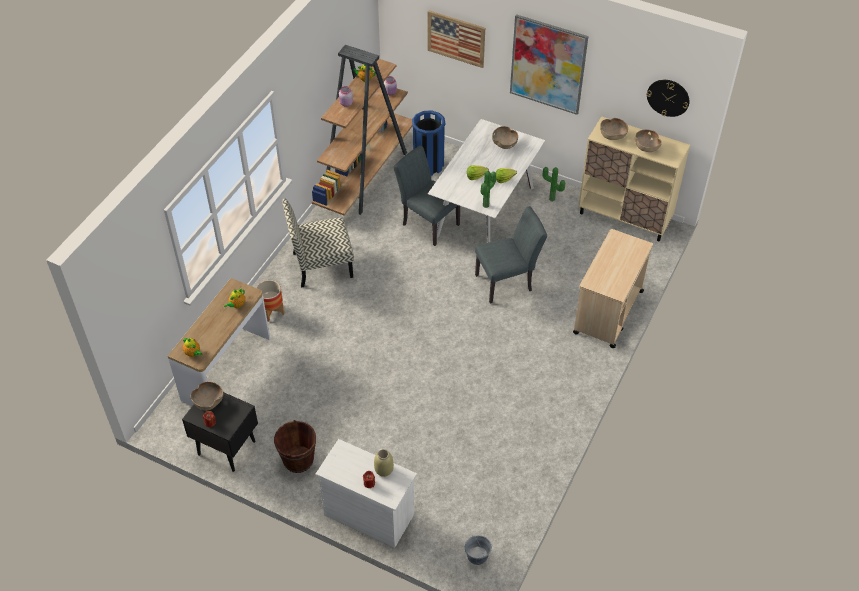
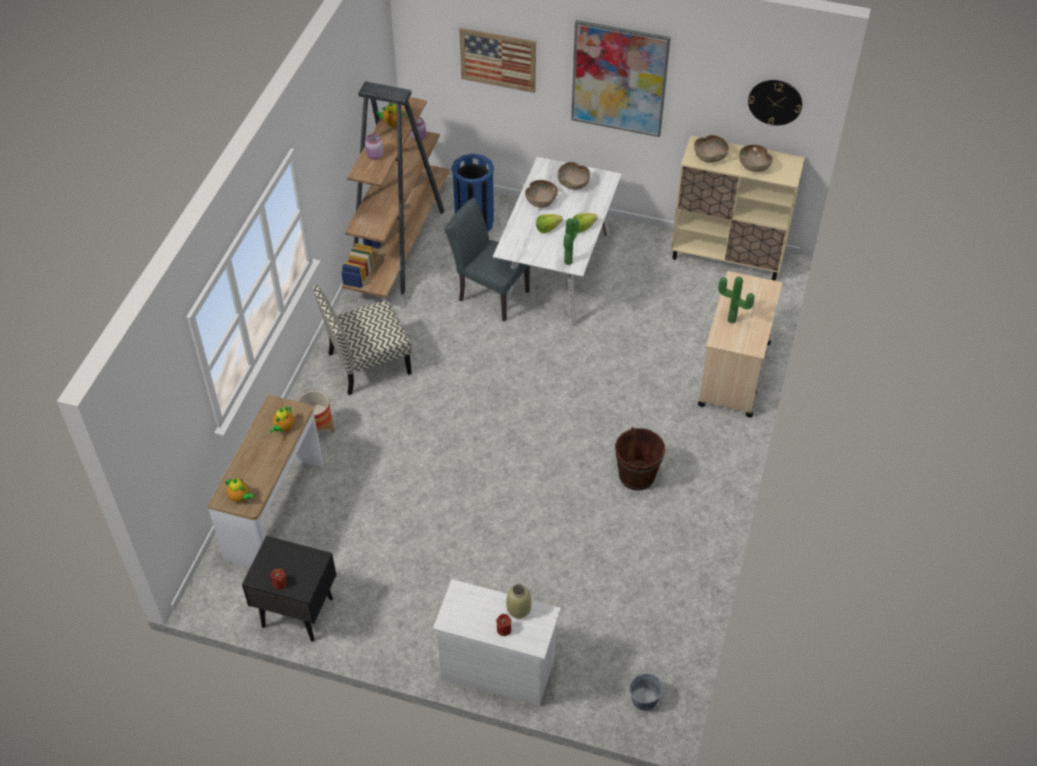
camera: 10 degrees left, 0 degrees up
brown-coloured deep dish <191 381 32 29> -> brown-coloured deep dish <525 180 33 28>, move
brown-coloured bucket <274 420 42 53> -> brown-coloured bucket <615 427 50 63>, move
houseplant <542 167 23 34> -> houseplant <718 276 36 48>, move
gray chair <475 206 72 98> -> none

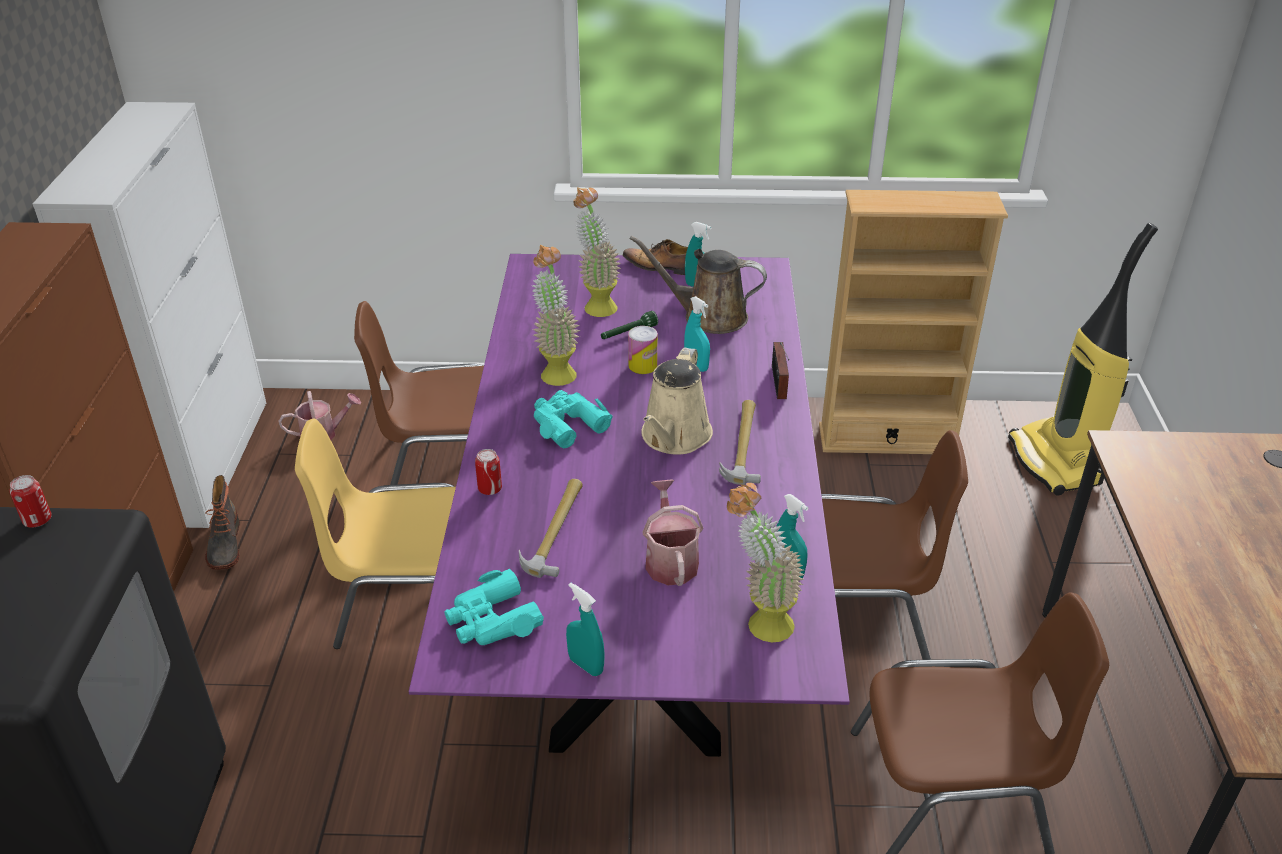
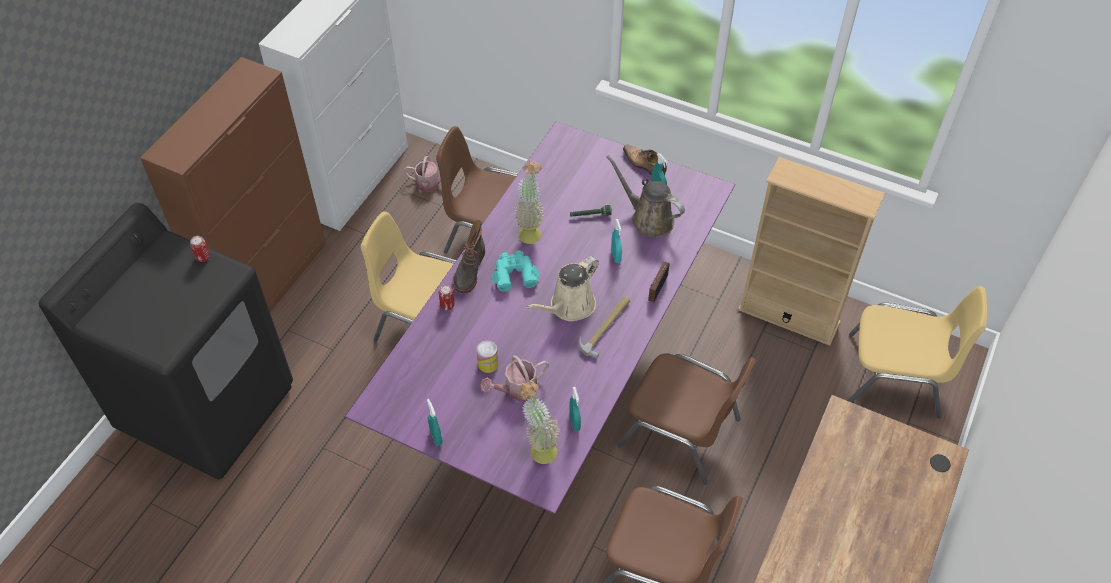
camera: 25 degrees right, 15 degrees up
boot <205 475 35 95> -> boot <453 220 32 73>, move
sealed can <628 326 30 48> -> sealed can <476 340 22 33>, move
sprinkling can <642 480 61 106> -> sprinkling can <480 355 69 46>, 135 degrees counterclockwise
hoover <1008 223 150 273> -> yellow chair <847 286 140 133>
turquoise binoculars <444 569 100 76> -> none
tool hammer <519 479 64 99> -> none
houseplant <573 187 48 130> -> none

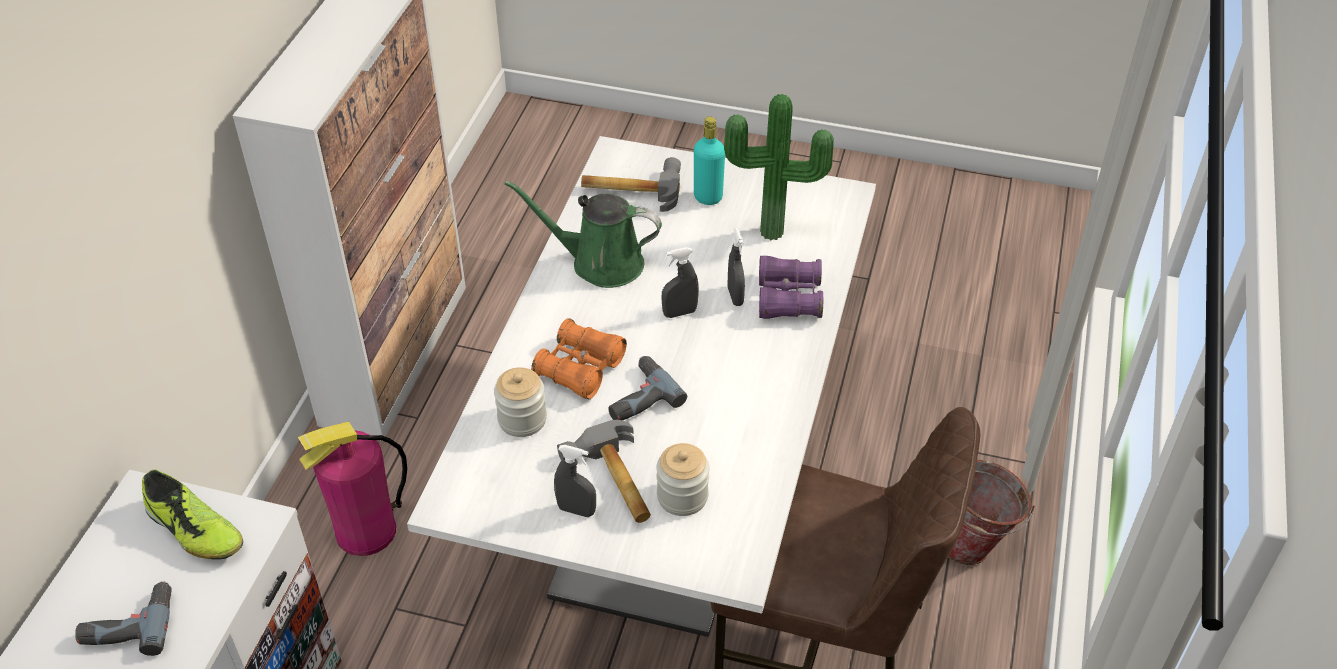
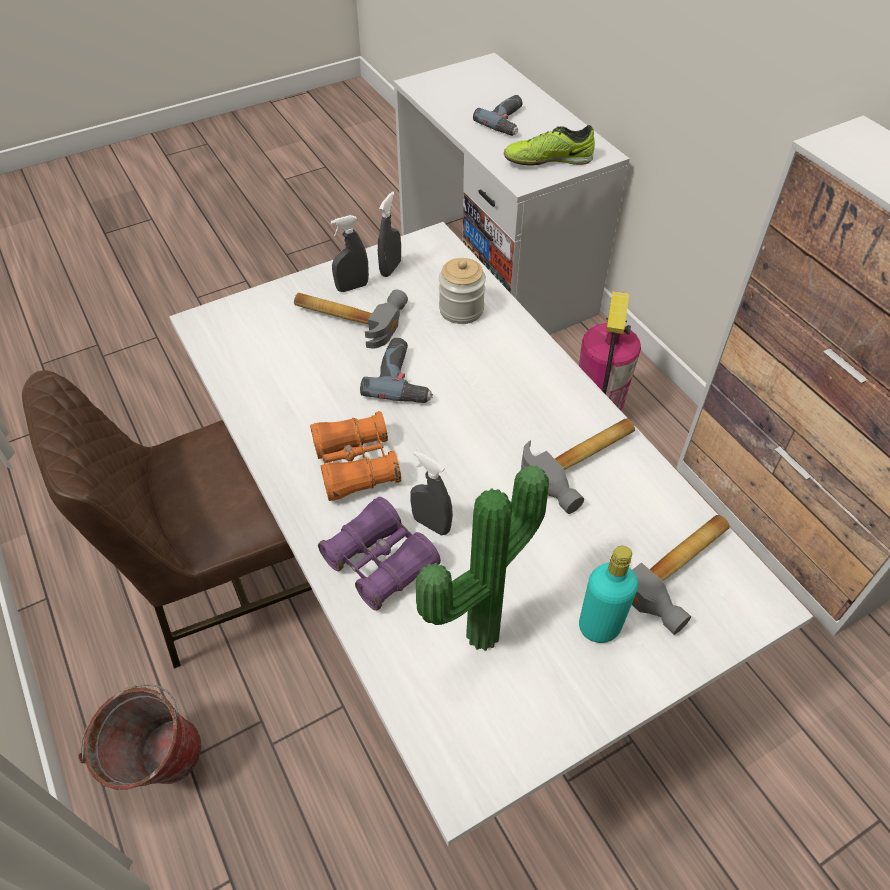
camera: 135 degrees right, 5 degrees up
orange-coloured binoculars <531 318 96 81> -> orange-coloured binoculars <310 411 91 90>, move
gray sprayer <662 247 37 71> -> gray sprayer <378 191 23 86>, move
greenish sprinkling can <505 180 157 108> -> tool hammer <521 418 114 96>
storage jar <656 443 53 73> -> none

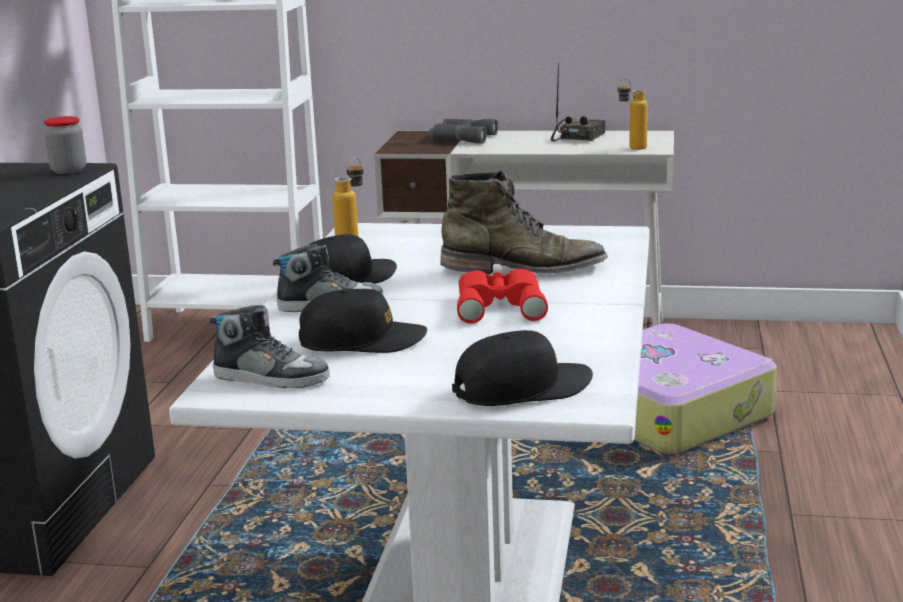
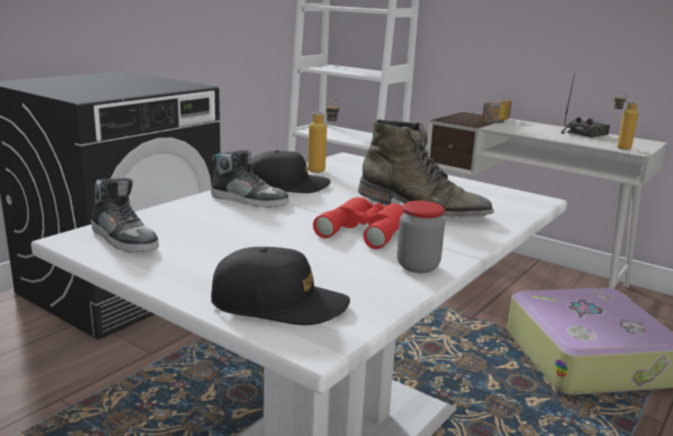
camera: 25 degrees right, 0 degrees up
storage jar <44 116 42 58> -> storage jar <397 201 48 72>, move
gray binoculars <429 119 69 24> -> radio receiver <482 100 30 23>
black-coloured peaked cap <299 289 128 64> -> none

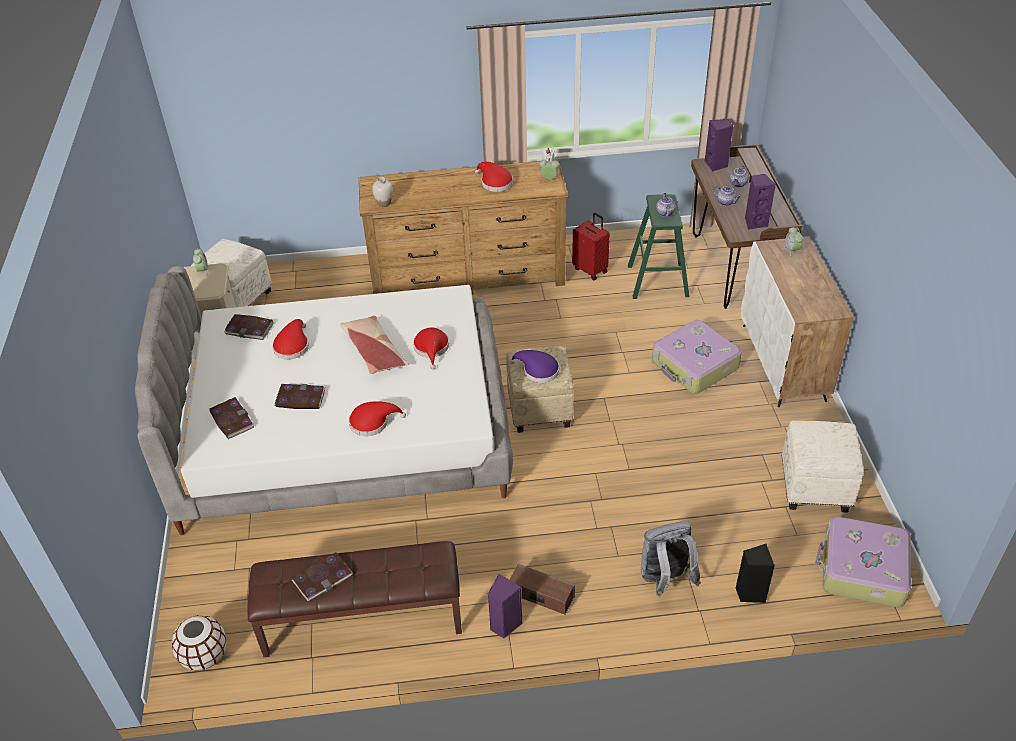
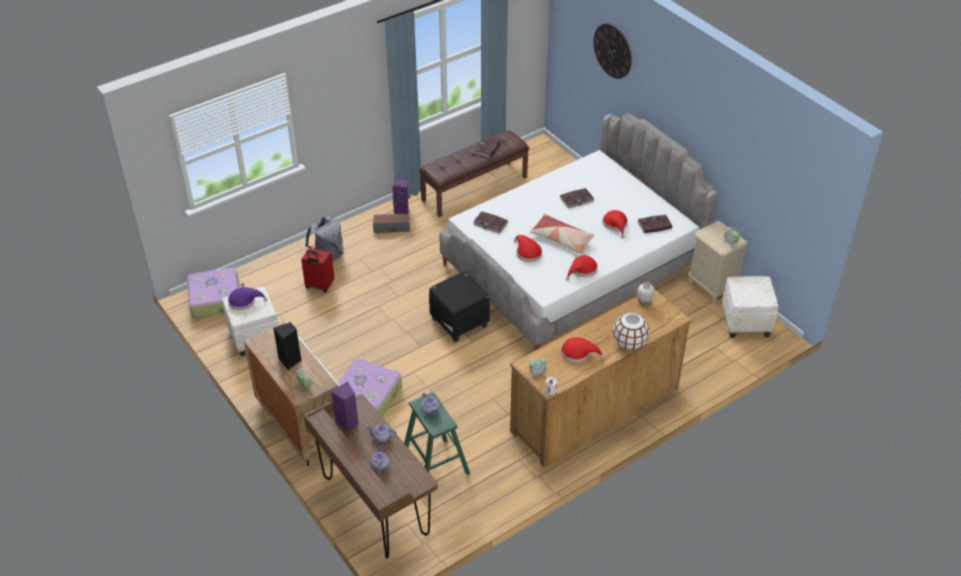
camera: 150 degrees right, 0 degrees up
purple hat <509 350 50 33> -> purple hat <228 287 40 23>, move
black-coloured loudspeaker <736 544 39 59> -> black-coloured loudspeaker <273 322 29 48>, move
reddish piece of luggage <572 213 38 68> -> reddish piece of luggage <301 248 33 45>, move
beige ottoman <506 346 68 87> -> black-coloured ottoman <429 272 61 70>
bound book <210 397 44 42> -> bound book <473 211 35 22>, move
reddish hat <349 401 57 35> -> reddish hat <566 255 32 26>, move
none -> clock on the wall <594 23 38 56>
whitish flower vase <172 615 54 55> -> whitish flower vase <613 313 36 37>, move
purple loudspeaker <704 119 29 53> -> none

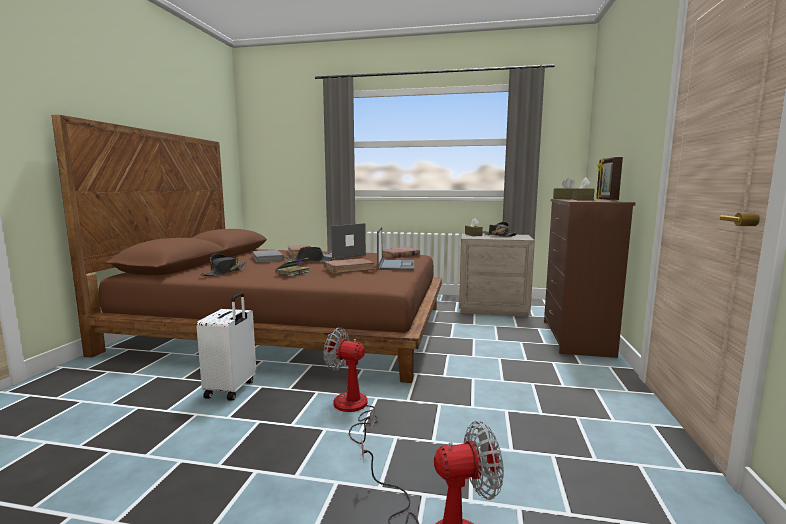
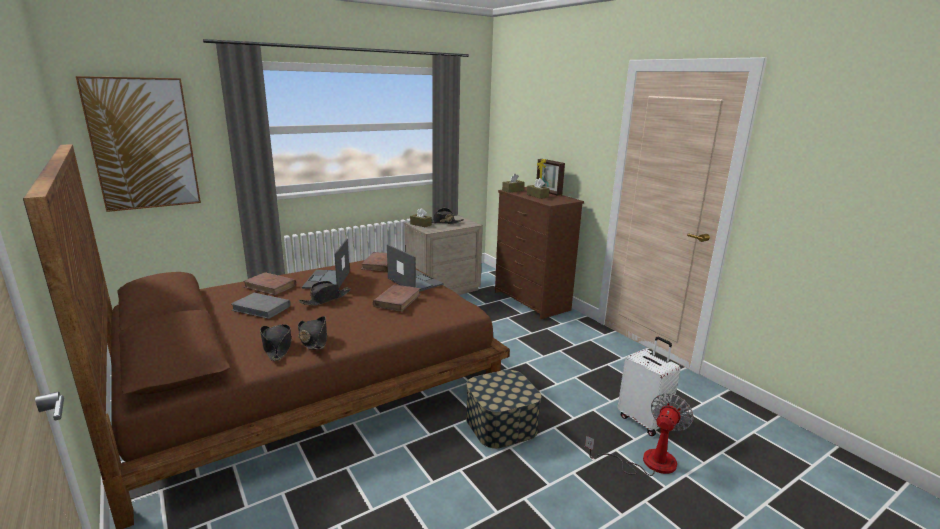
camera: 45 degrees left, 10 degrees up
none -> picture <76 76 125 136>
none -> black-coloured hat <298 316 29 33>
electric fan <324 328 54 116> -> storage container <466 370 75 78>
whitish piece of luggage <196 292 60 109> -> whitish piece of luggage <618 337 62 99>, move
bound book <274 258 36 19> -> none

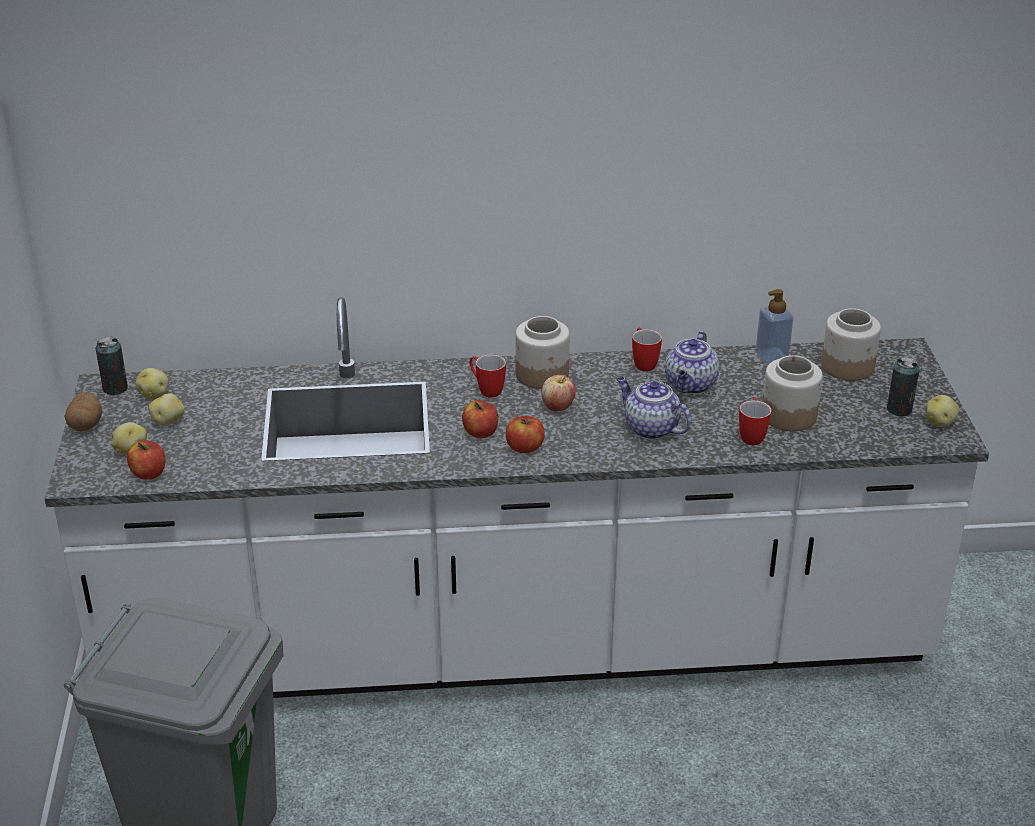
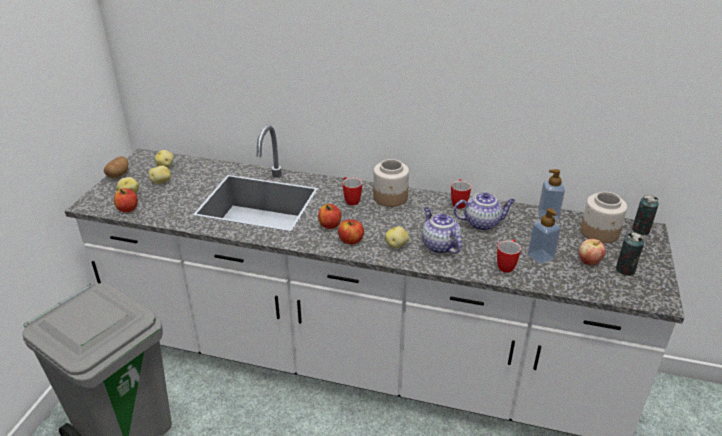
camera: 20 degrees right, 0 degrees up
whole potato <925 395 34 32> -> whole potato <385 226 24 23>, move
pot for tea <665 331 55 63> -> pot for tea <453 193 62 38>, 135 degrees counterclockwise
storage jar <762 355 61 76> -> liquid soap bottle <528 208 33 56>
apple <541 375 35 36> -> apple <579 239 27 26>, move
sealed can <96 336 32 59> -> sealed can <632 195 27 40>, move

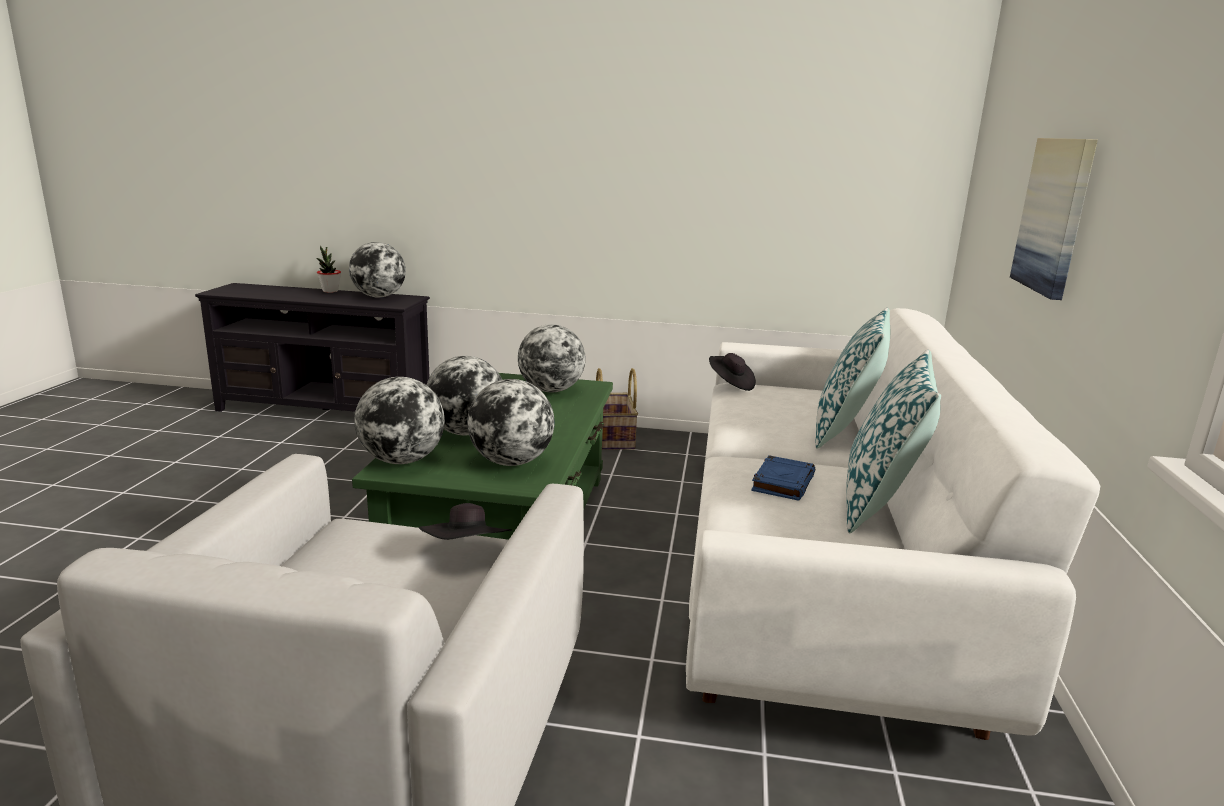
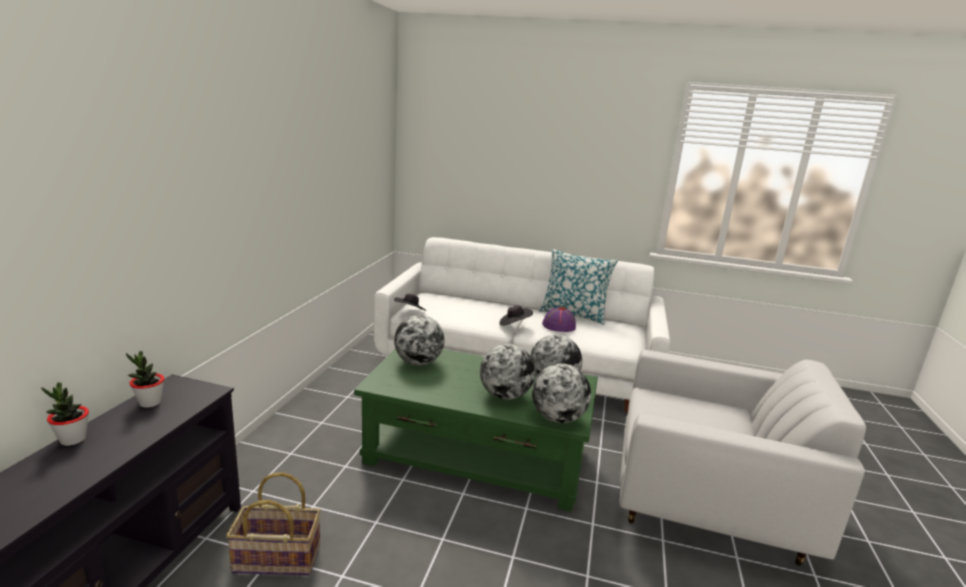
camera: 85 degrees left, 0 degrees up
globe <349 242 57 56> -> houseplant <126 351 38 57>
basket <596 368 42 82> -> basket <226 472 95 104>, move
black-coloured hat <419 503 93 37> -> black-coloured hat <499 305 34 21>, move
blue-coloured bound book <751 455 64 46> -> purple hat <542 307 34 25>
throw pillow <815 308 75 141> -> none
picture <1010 138 88 162> -> none

